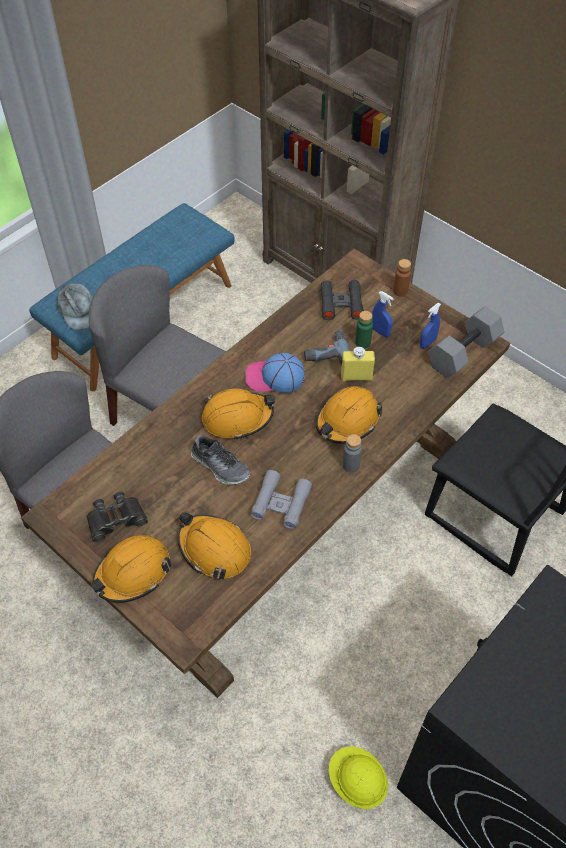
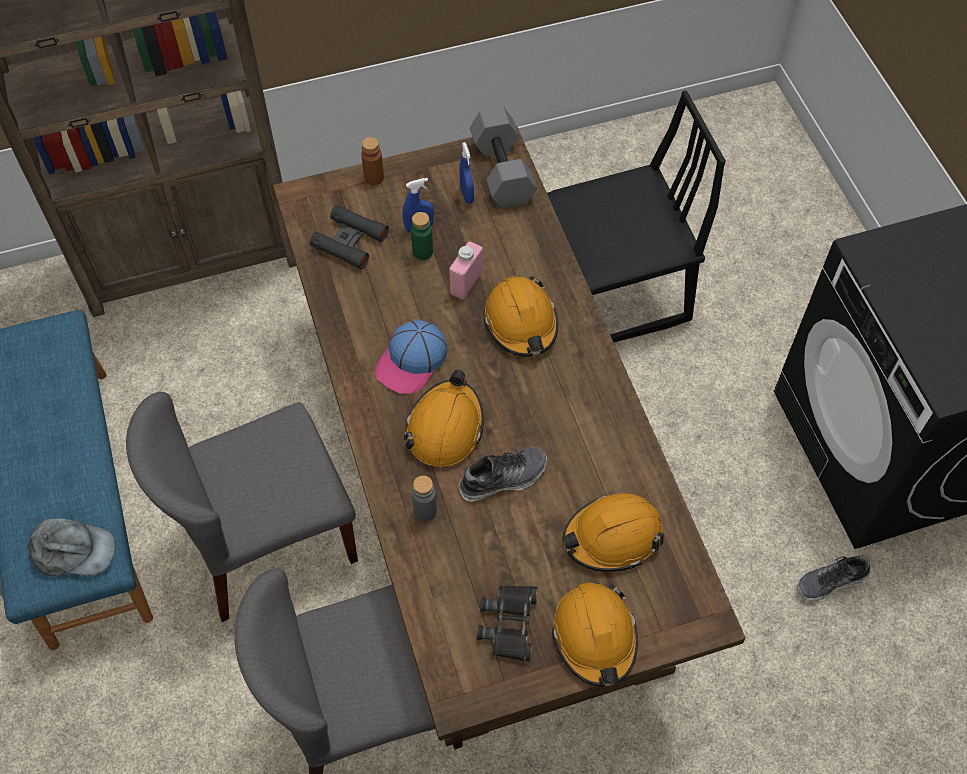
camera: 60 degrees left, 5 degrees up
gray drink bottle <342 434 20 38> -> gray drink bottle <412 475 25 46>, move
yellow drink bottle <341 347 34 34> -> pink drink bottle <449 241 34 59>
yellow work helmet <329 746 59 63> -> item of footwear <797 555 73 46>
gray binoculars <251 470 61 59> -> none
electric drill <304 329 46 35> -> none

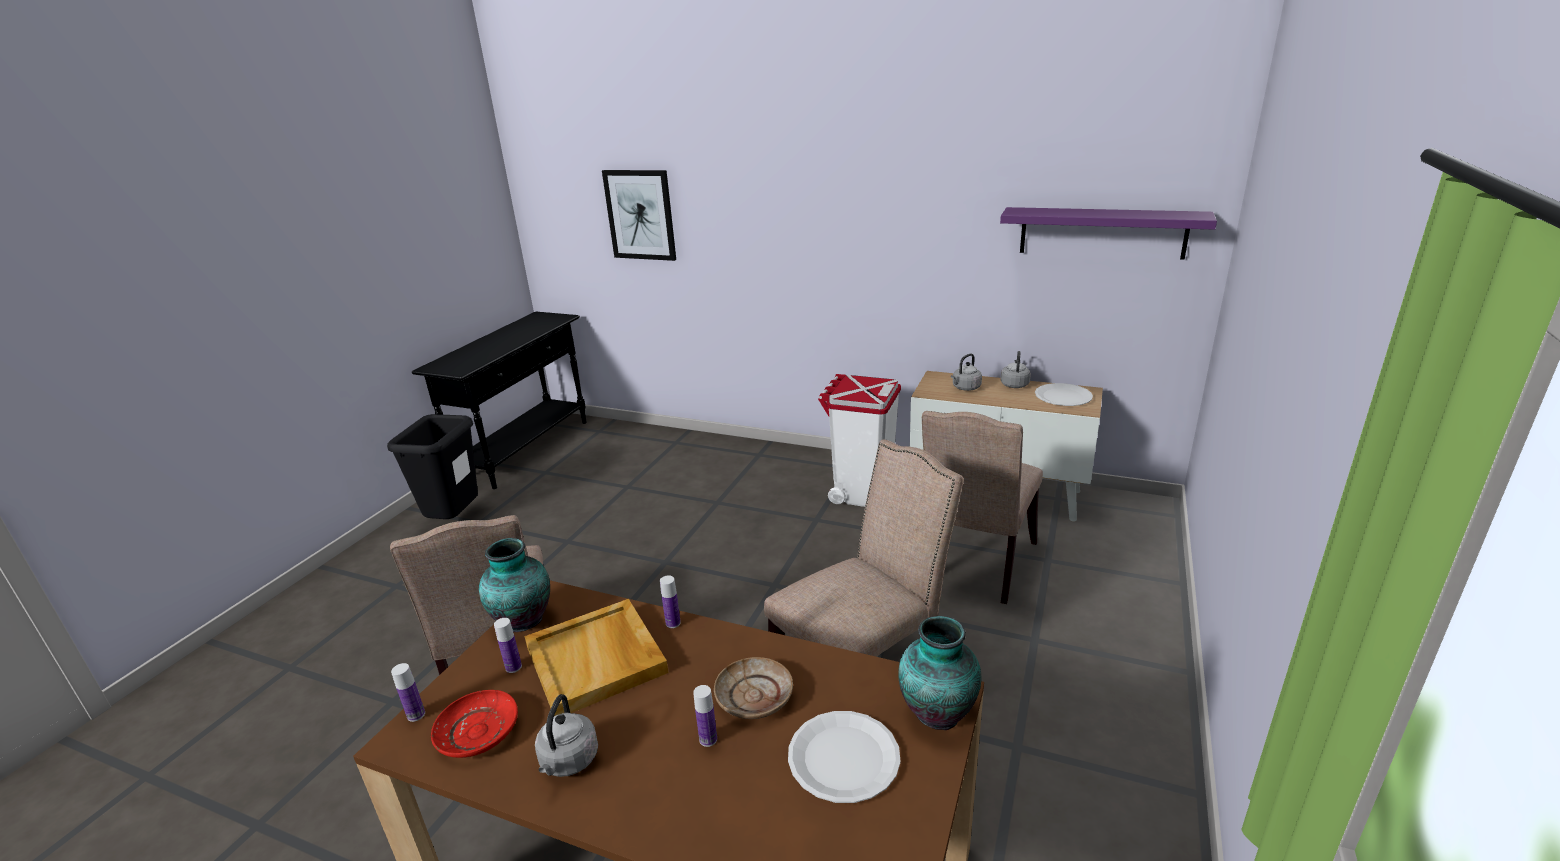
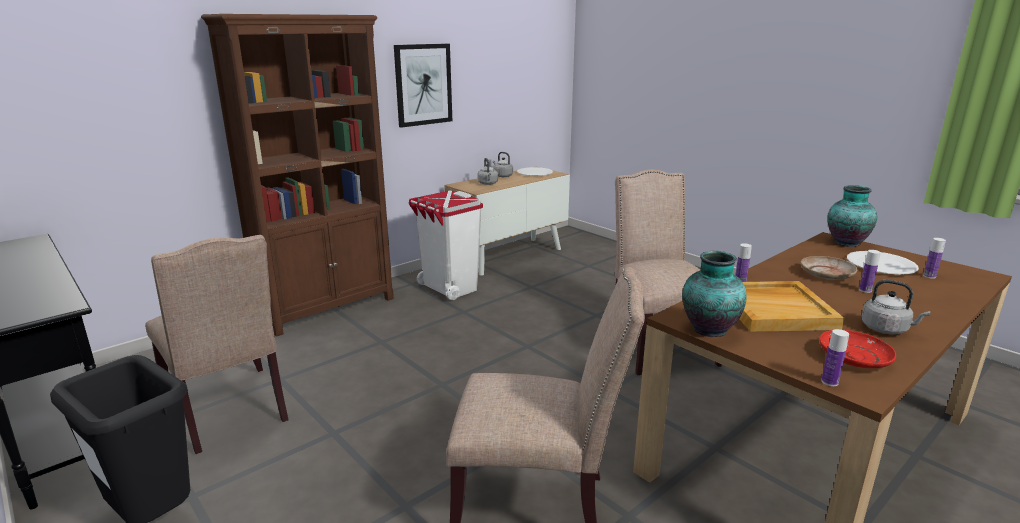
camera: 65 degrees left, 5 degrees down
beige chair <922 411 121 193> -> beige chair <145 235 144 219>, move
none -> brown-coloured bookcase <201 14 193 323>
picture <602 170 74 91> -> picture <394 44 58 84>, move
drink bottle <494 618 28 55> -> drink bottle <923 238 23 41>, move
purple wall shelf <1000 207 217 53> -> none

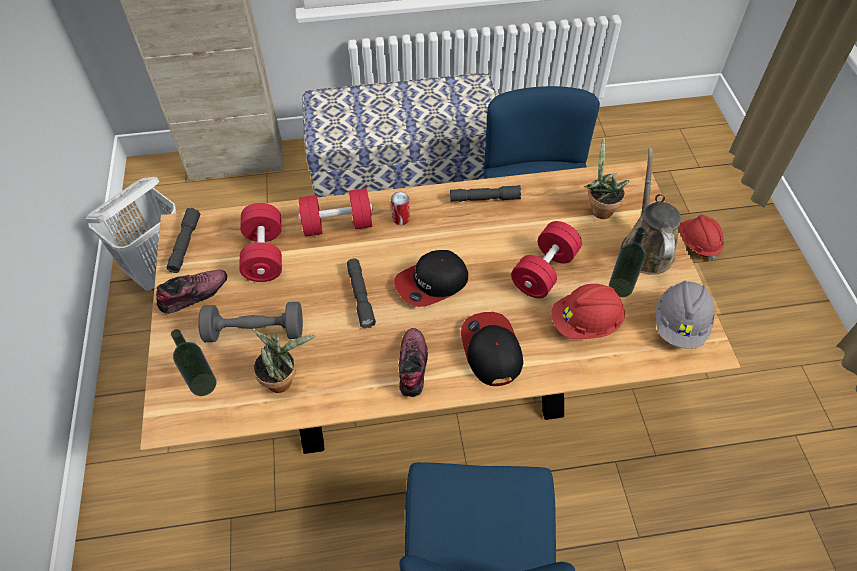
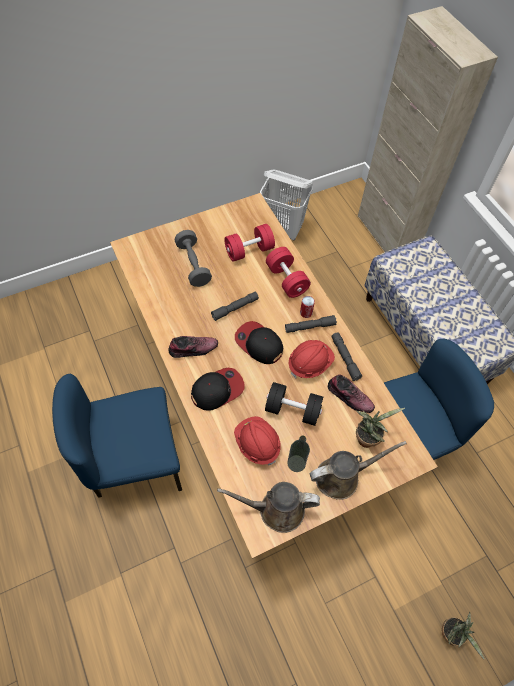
camera: 70 degrees right, 5 degrees up
gray work helmet <656 281 59 68> -> brown-coloured sprinkling can <217 482 103 51>
reddish dumbbell <511 221 71 77> -> black-coloured dumbbell <265 382 58 44>
gray torch <167 208 33 65> -> gray torch <285 315 52 18>, move
reddish work helmet <679 214 45 46> -> reddish work helmet <289 340 46 39>, move
item of footwear <156 270 71 44> -> item of footwear <328 374 47 39>, move
houseplant <252 330 64 63> -> houseplant <442 612 43 48>, move
drink bottle <171 329 46 67> -> none

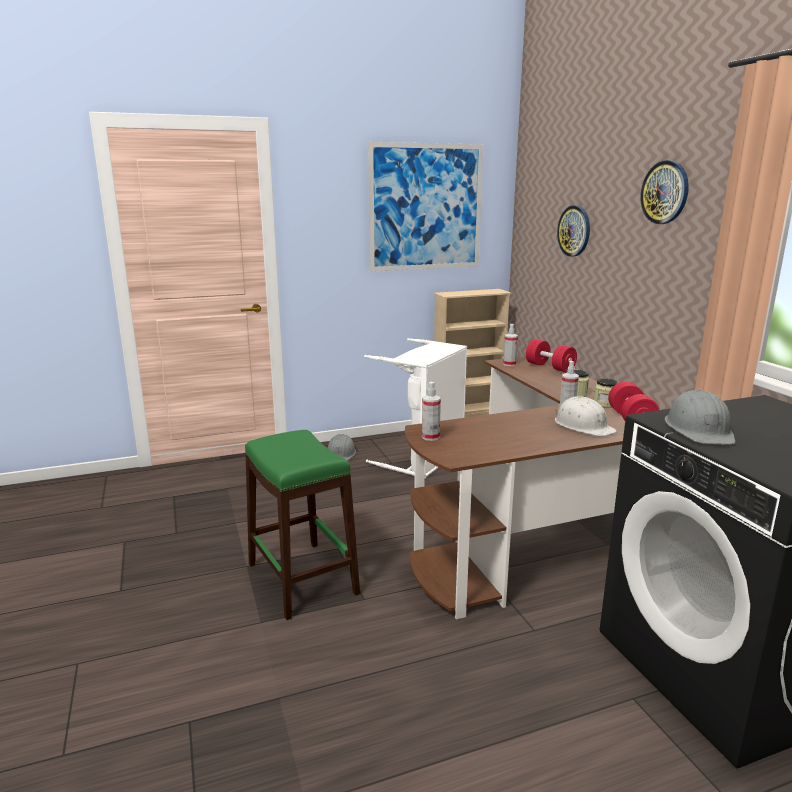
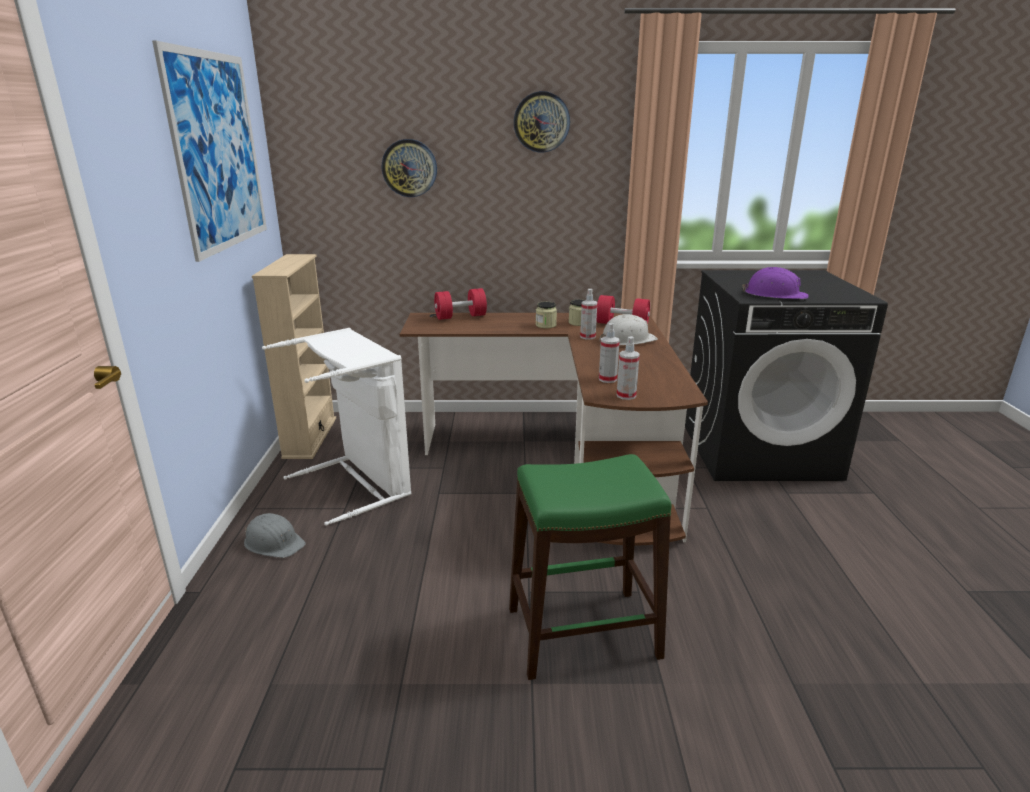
camera: 70 degrees left, 5 degrees up
sprayer <503 324 15 42> -> sprayer <599 323 21 60>, move
gray work helmet <665 390 70 55> -> purple work helmet <742 267 67 32>

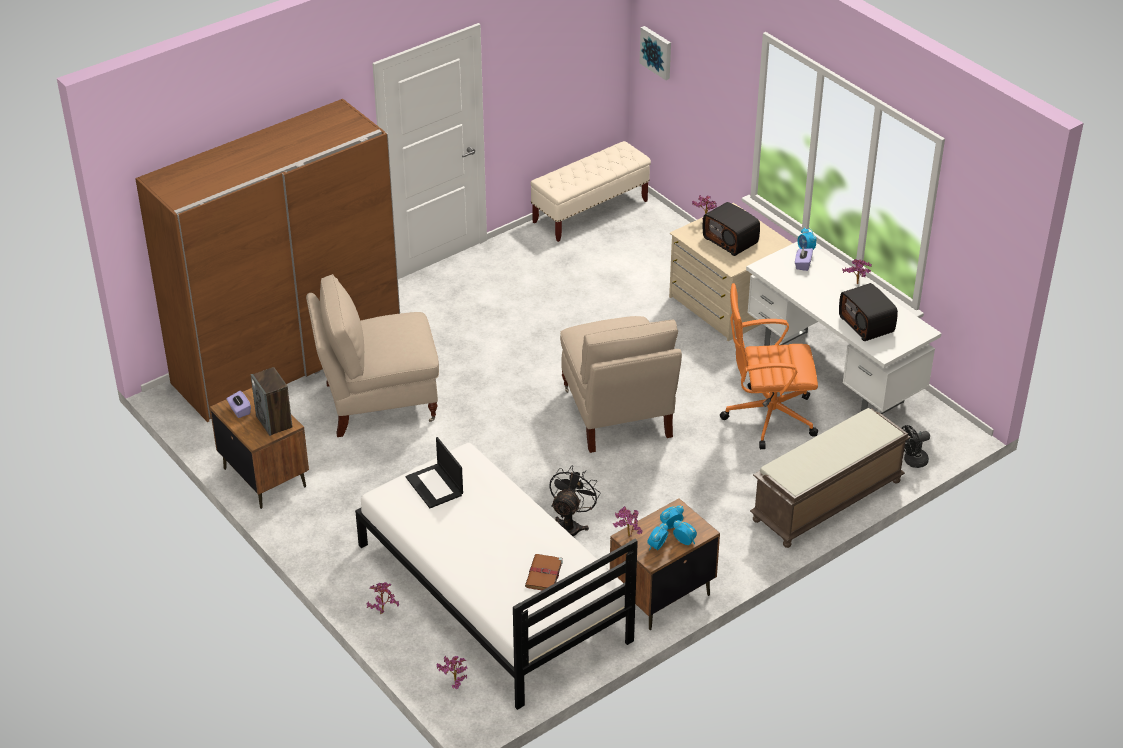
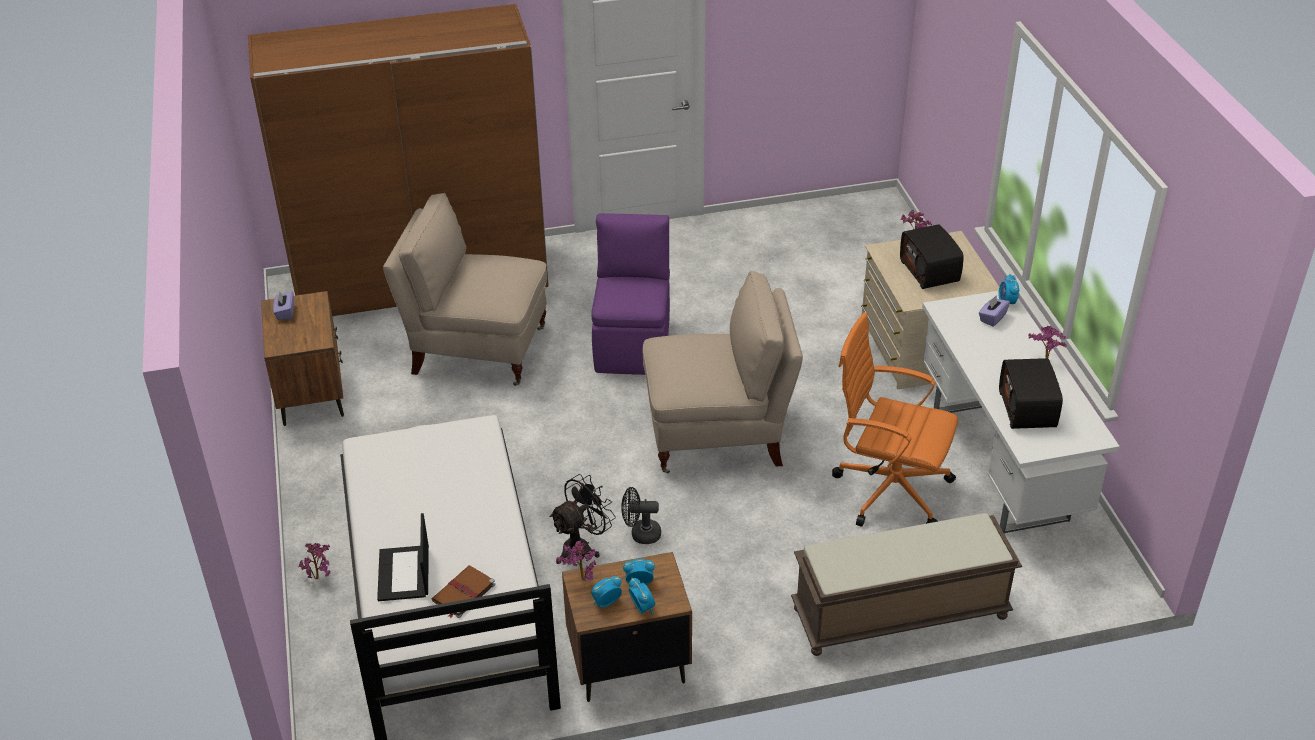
camera: 25 degrees right, 0 degrees up
laptop <406 437 57 71> -> laptop <377 513 52 88>, move
none -> purple chair <591 213 79 162>
black-coloured electric fan <901 425 29 43> -> black-coloured electric fan <621 487 40 57>, move
beige chair <560 316 122 137> -> beige chair <642 271 161 202>, 105 degrees counterclockwise
loudspeaker <251 367 42 69> -> none
houseplant <437 656 31 33> -> none
beige indoor bench <530 141 121 101> -> none
picture <640 26 31 54> -> none

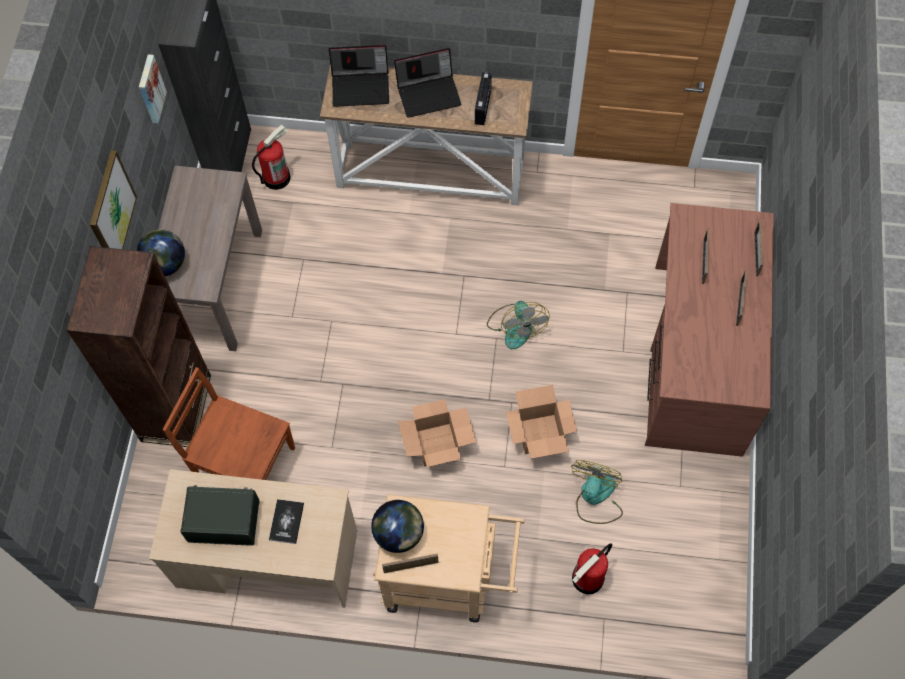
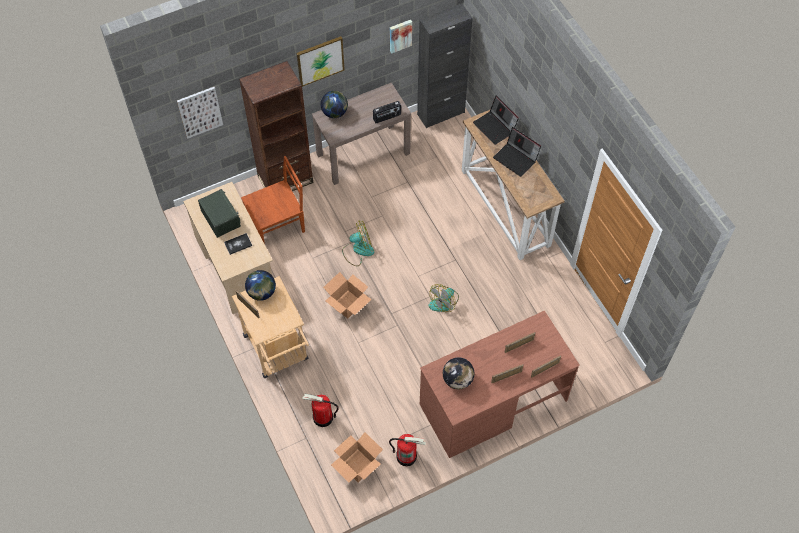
camera: 55 degrees right, 5 degrees down
none -> picture <177 87 46 51>
brown-coloured chair <163 367 132 113> -> brown-coloured chair <241 156 64 88>, 75 degrees clockwise
cardboard box <506 385 71 74> -> cardboard box <331 432 52 51>, move
electric fan <571 460 52 64> -> electric fan <342 221 32 45>, move
radio receiver <475 72 17 53> -> radio receiver <373 101 28 22>, move
fire extinguisher <252 125 39 65> -> fire extinguisher <389 434 37 32>, move
none -> globe <443 357 31 32>

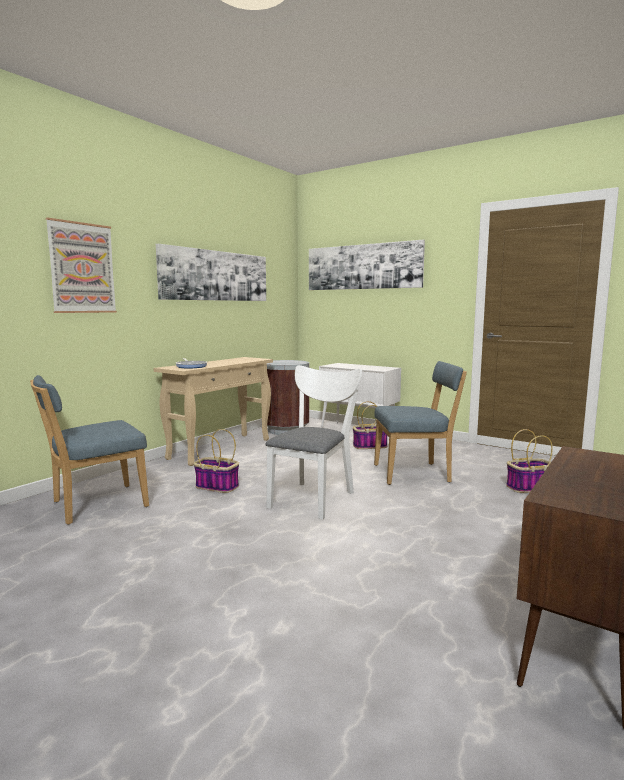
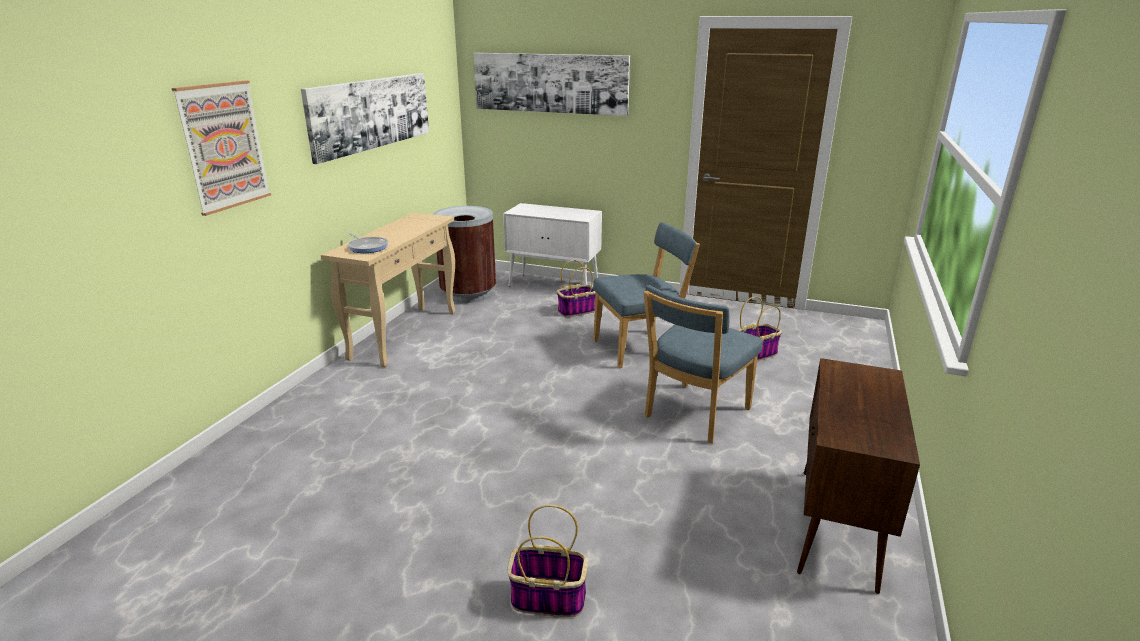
camera: 15 degrees left, 15 degrees up
basket <194 429 45 64> -> basket <507 505 81 112>, move
blue-coloured chair <30 375 119 150> -> blue-coloured chair <643 285 120 158>, move
whitish chair <265 365 97 154> -> none

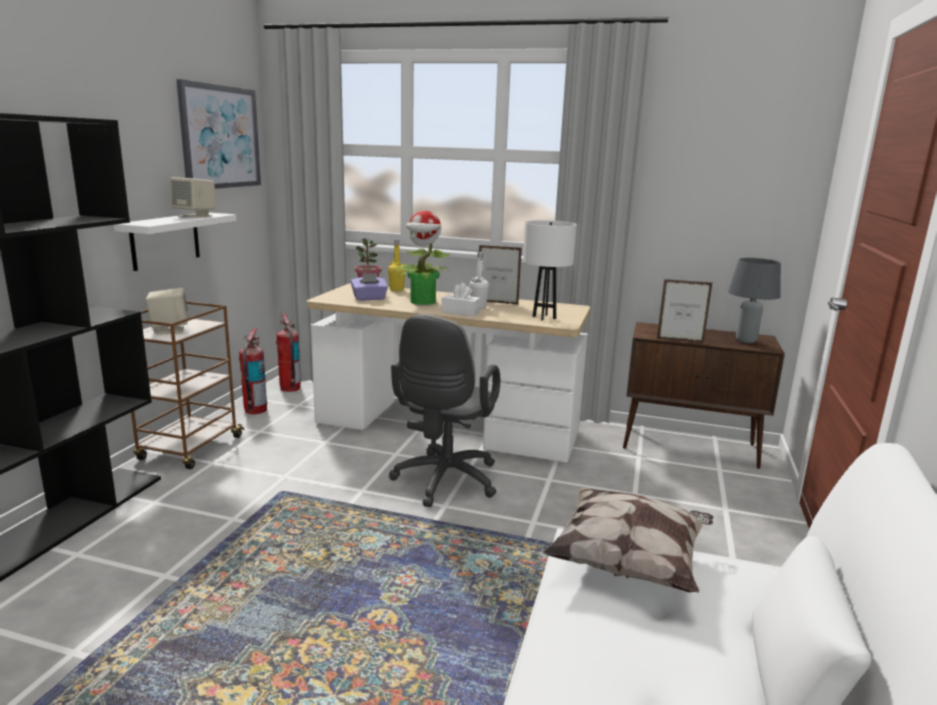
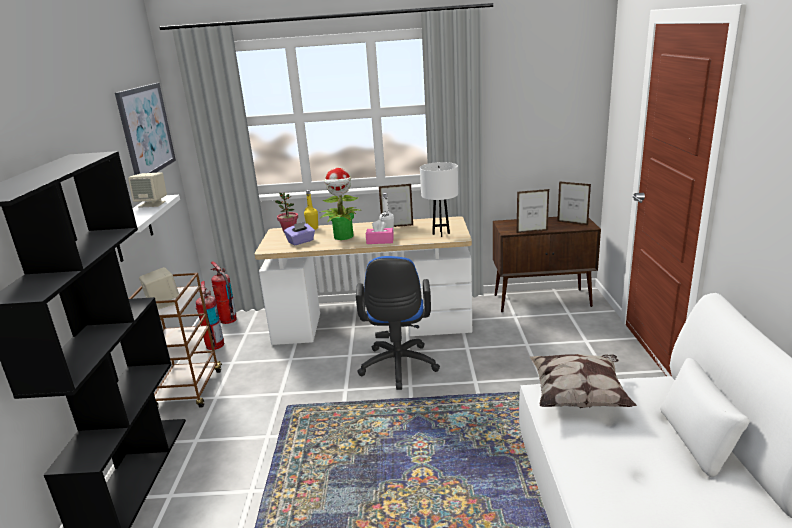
camera: 15 degrees left, 5 degrees up
gray desk chair <389 314 111 193> -> blue-coloured desk chair <356 256 84 134>
whitish tissue holder <442 283 39 33> -> pink tissue holder <366 220 28 24>
gray table lamp <728 258 53 86> -> photo frame <557 181 34 44>

